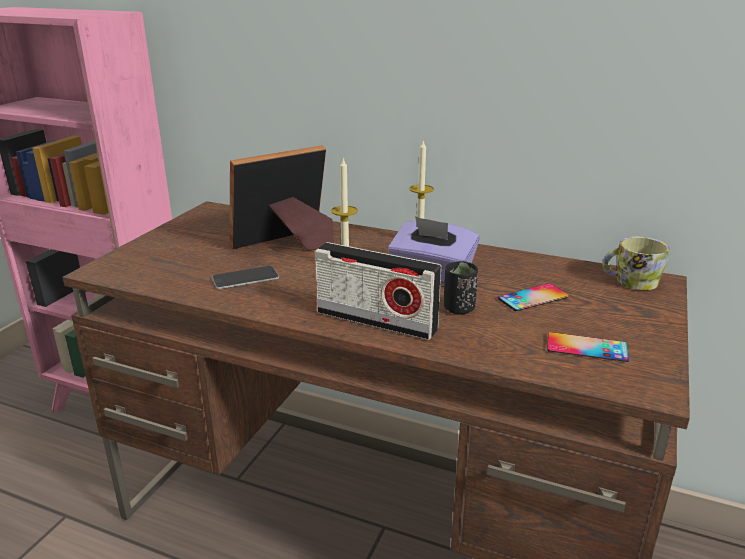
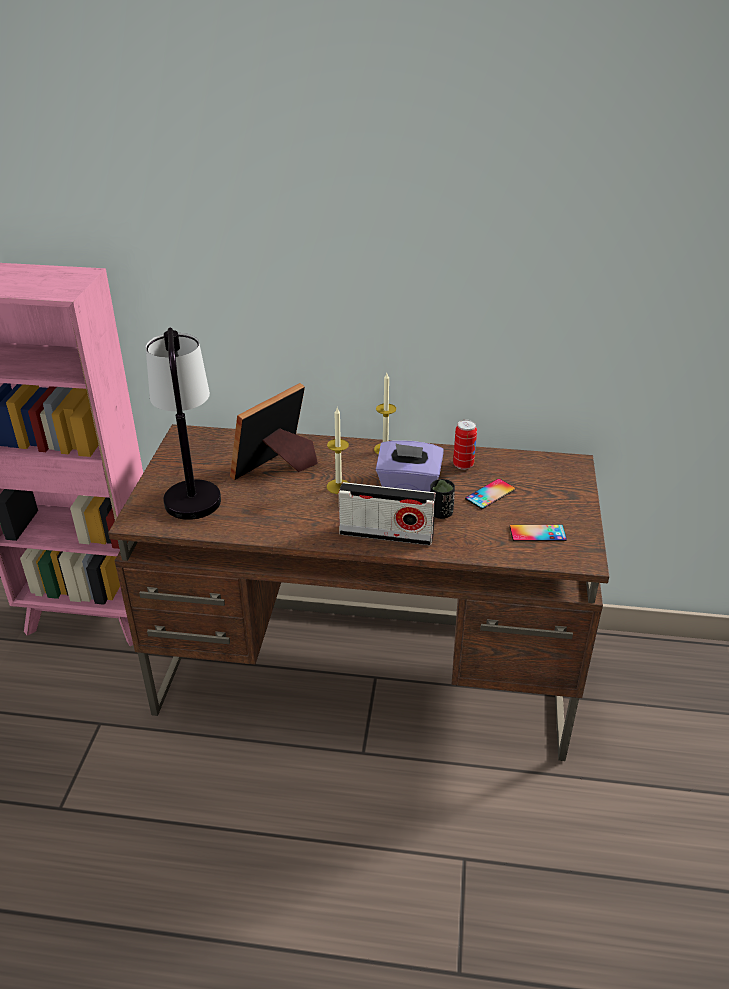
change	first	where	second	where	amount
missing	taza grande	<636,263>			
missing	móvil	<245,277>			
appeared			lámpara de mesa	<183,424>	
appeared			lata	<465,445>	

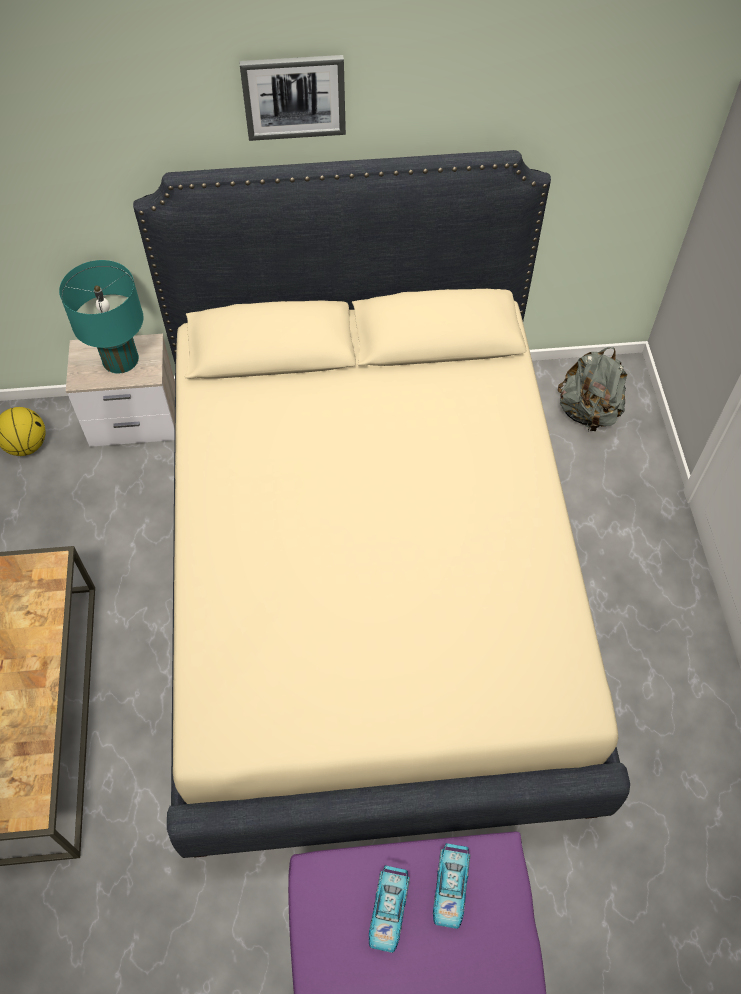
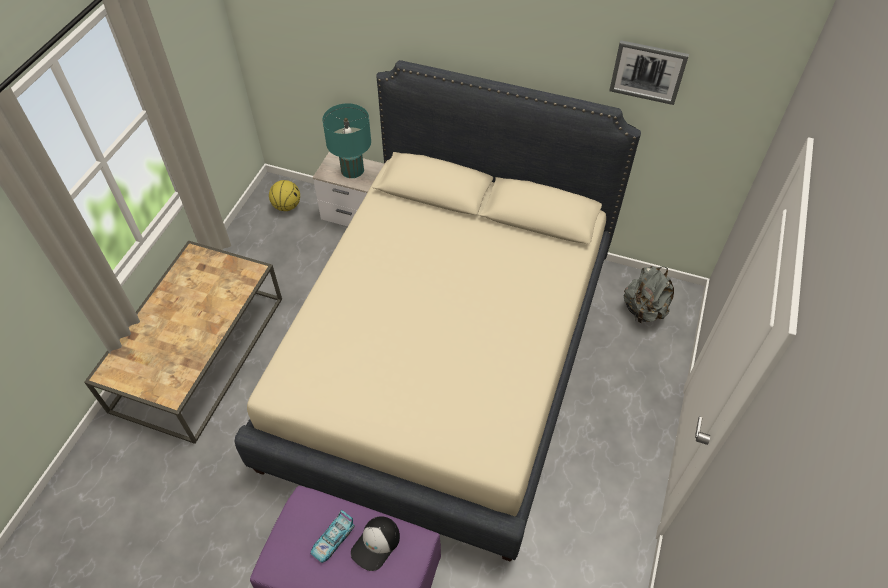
change	first	where	second	where	amount
relocated	cuadro	<293,98>		<649,72>	
exchanged	coche de juguete	<451,886>	gorra	<375,543>	

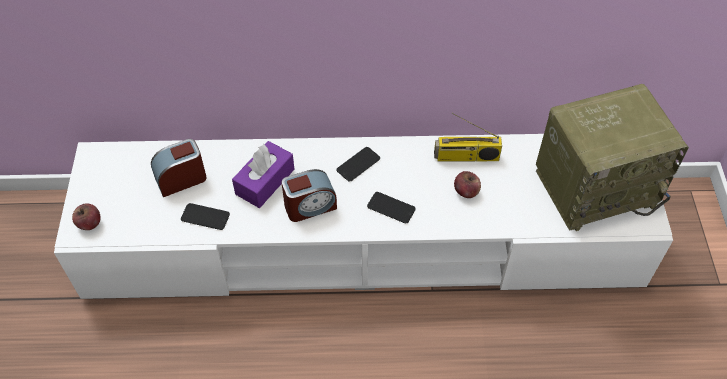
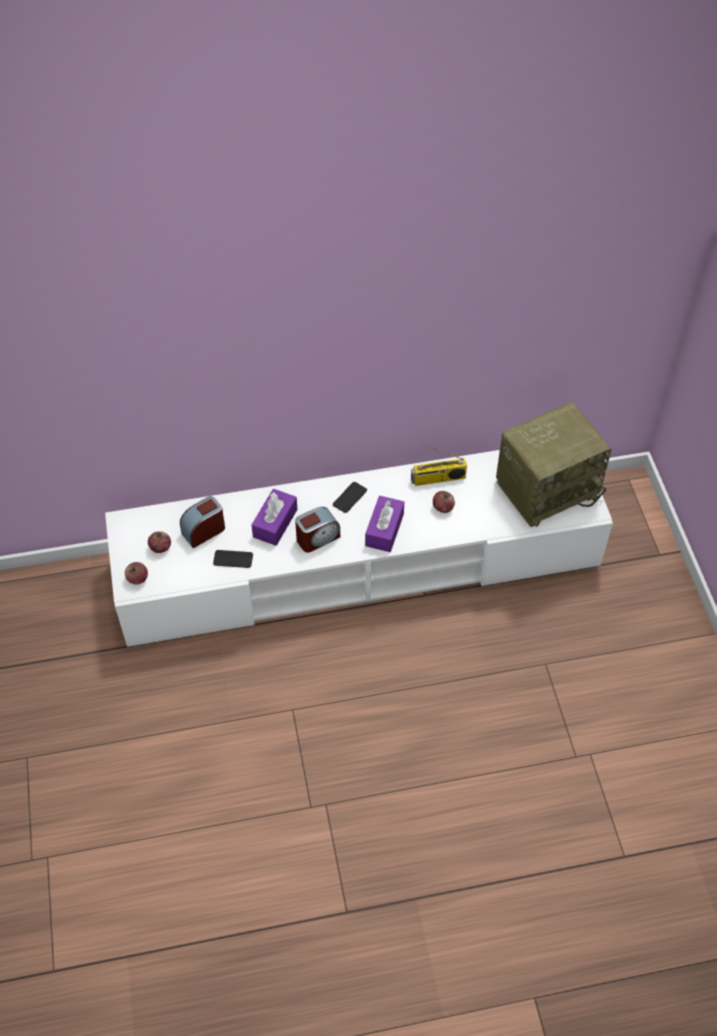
change	first	where	second	where	amount
exchanged	móvil	<391,207>	caja de pañuelos [morado]	<384,524>	
appeared			manzana	<159,542>	

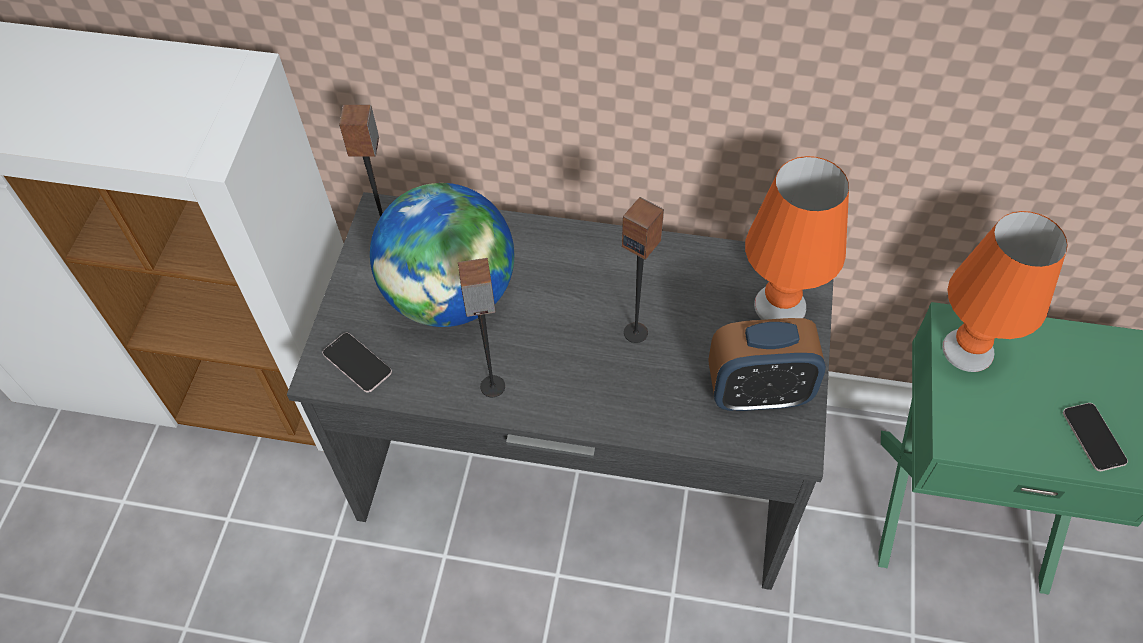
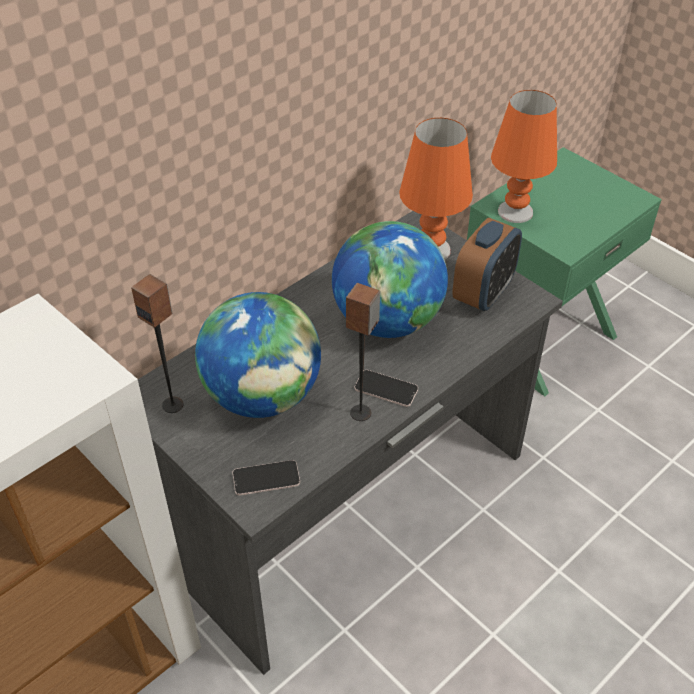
change	first	where	second	where	amount
exchanged	altavoz	<643,270>	globo terráqueo	<390,279>	
relocated	móvil	<1095,437>		<386,388>	

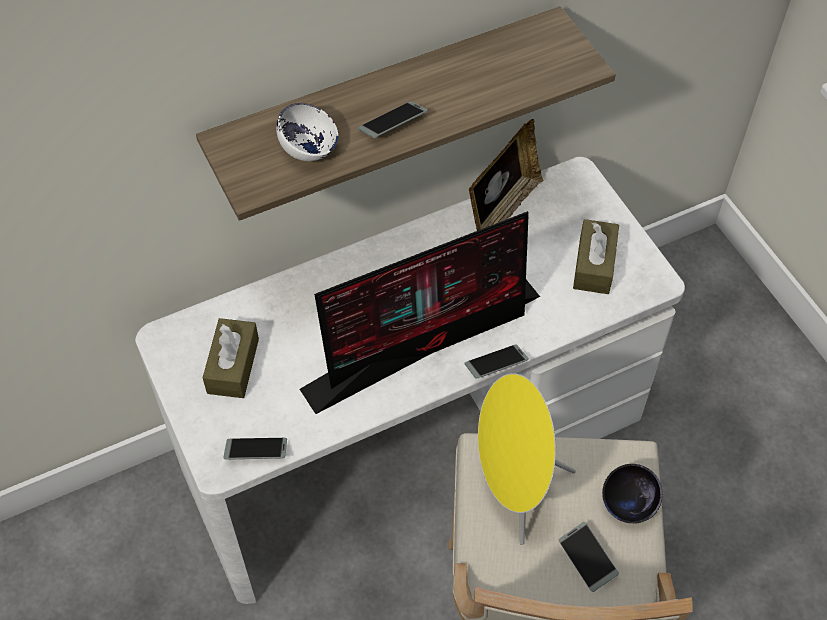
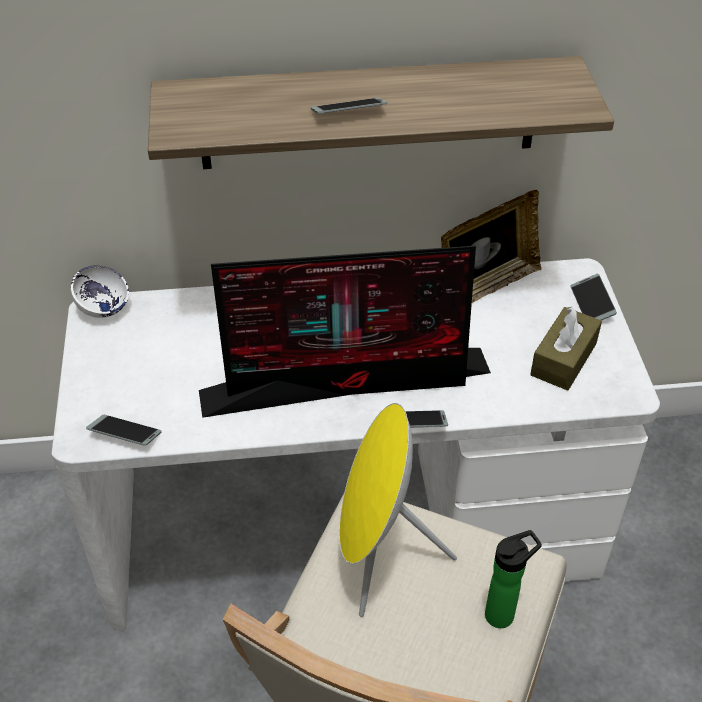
change	first	where	second	where	amount
relocated	cuenco [blanco]	<307,132>		<100,291>	
missing	caja de pañuelos [marrón]	<231,358>			
exchanged	cuenco [negro]	<632,494>	botella	<513,579>	
relocated	móvil	<589,557>		<594,297>	

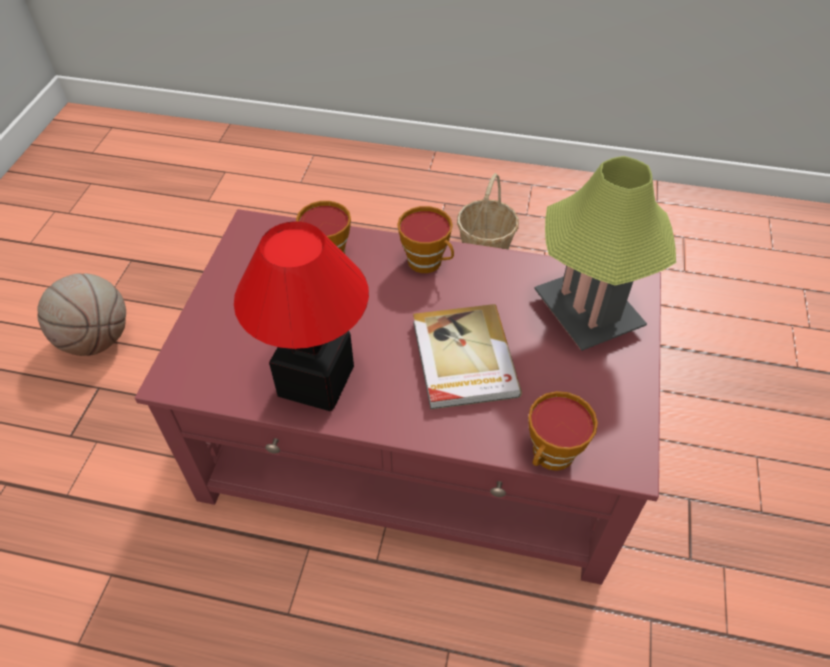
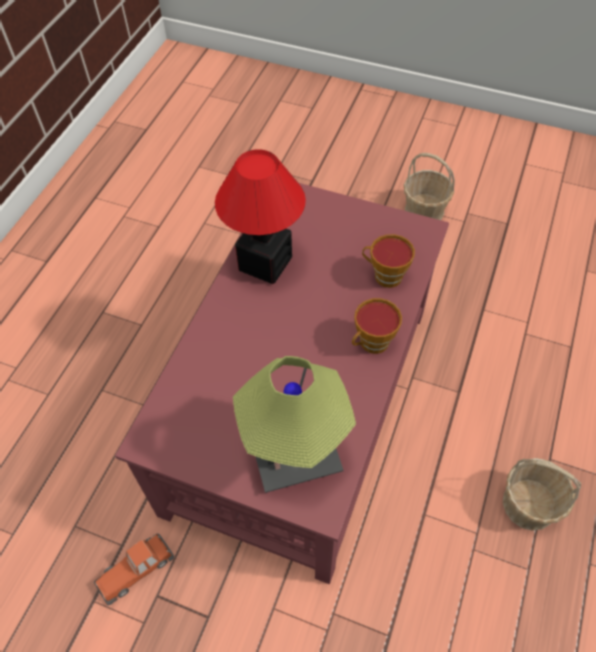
change	first	where	second	where	amount
exchanged	balón de baloncesto	<81,314>	cesta	<429,186>	
missing	libro	<467,356>			
missing	taza	<563,431>			
appeared			coche de juguete	<134,569>	

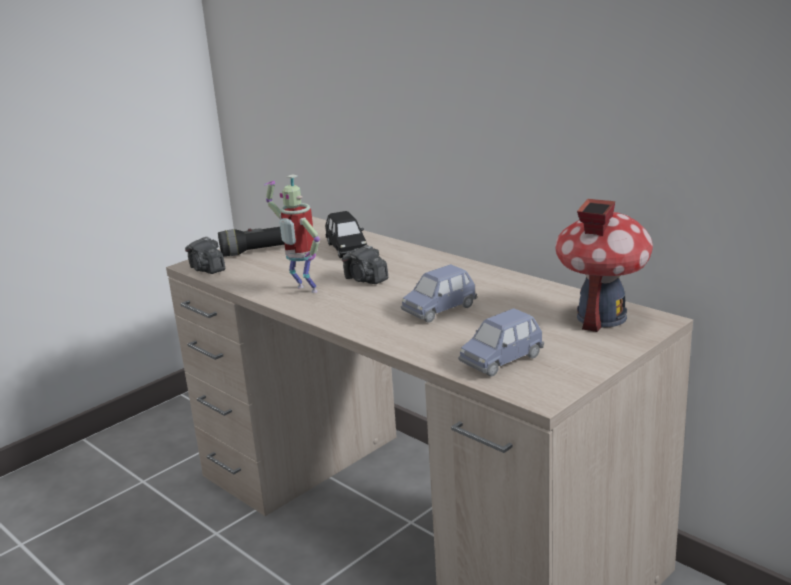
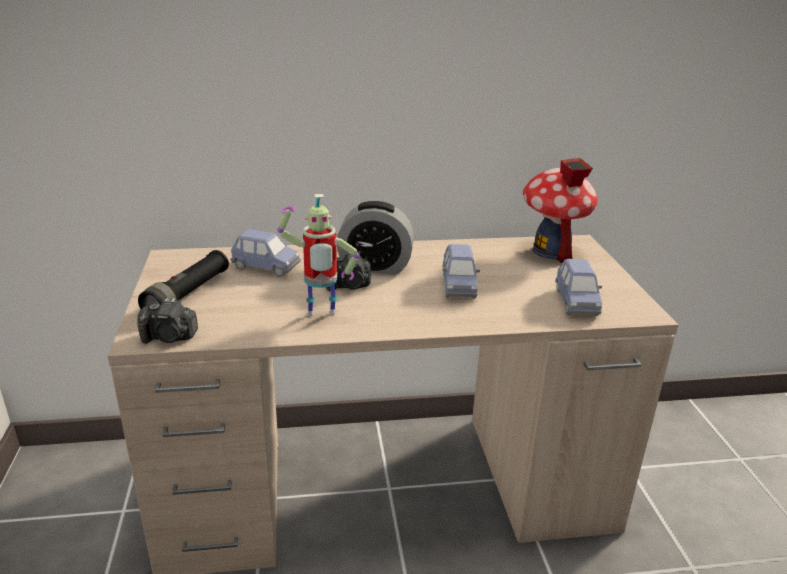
change	first	where	second	where	amount
colour	coche de juguete [negro]	<346,234>	coche de juguete [azul]	<265,253>	
appeared			despertador	<375,238>	

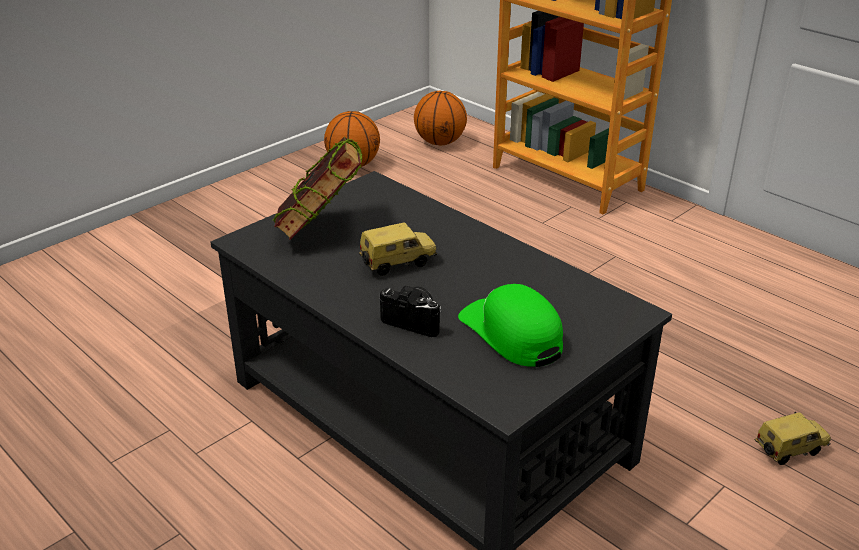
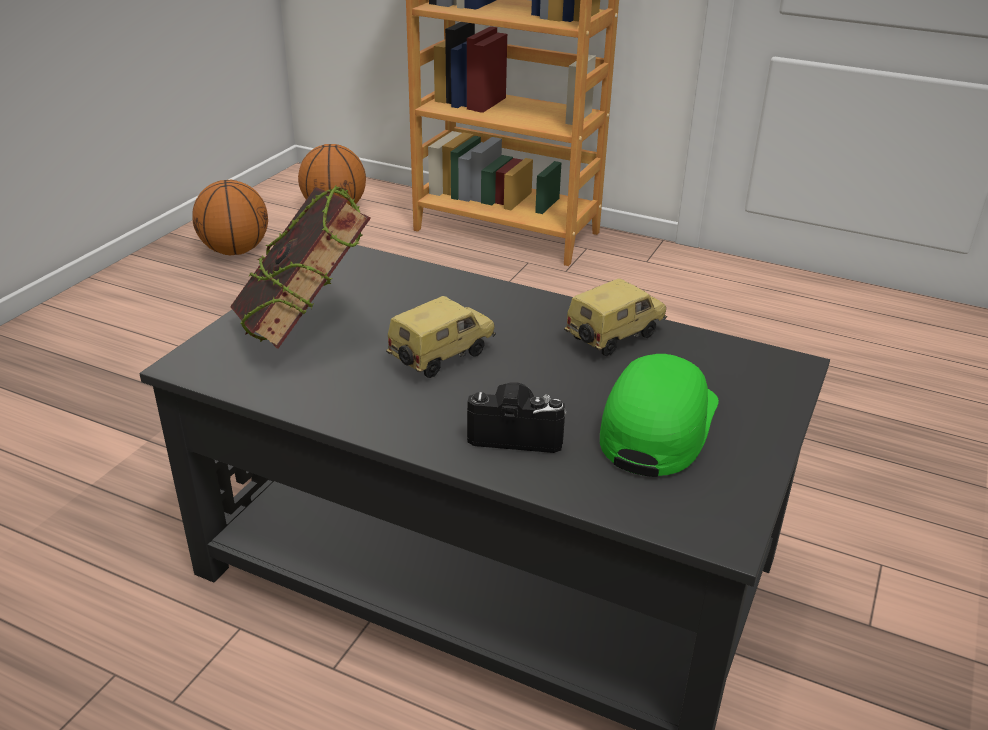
change	first	where	second	where	amount
spun	gorra [verde]	<510,325>		<659,415>	75 degrees clockwise
relocated	coche de juguete	<793,438>		<615,317>	

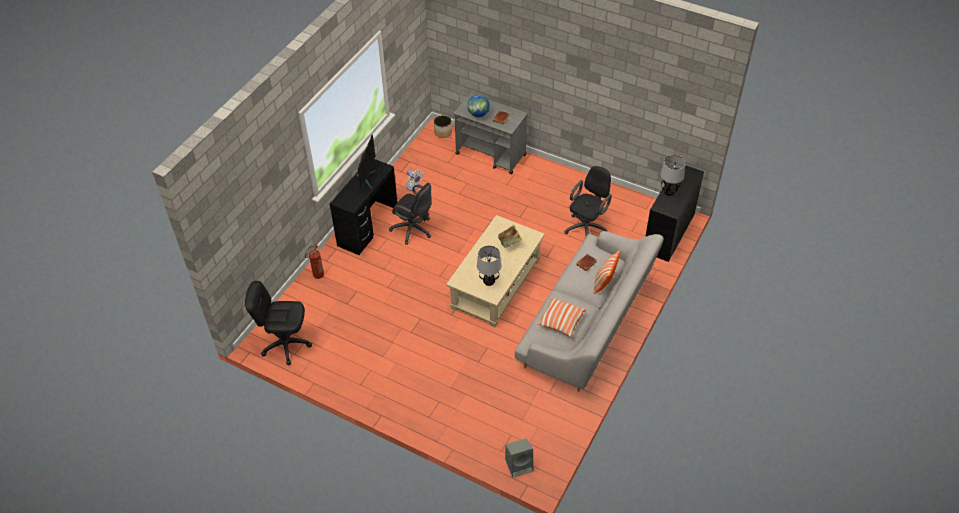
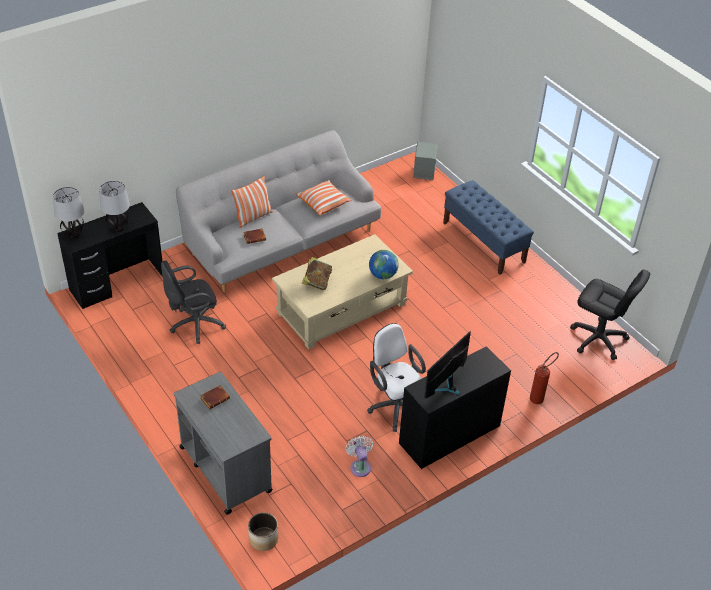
change	first	where	second	where	amount
relocated	globo terráqueo	<478,106>		<384,264>	
colour	silla de oficina [negro]	<410,214>	silla de oficina [blanco]	<396,377>	
relocated	lámpara de mesa	<489,266>		<68,213>	
appeared			banco [azul]	<488,227>	

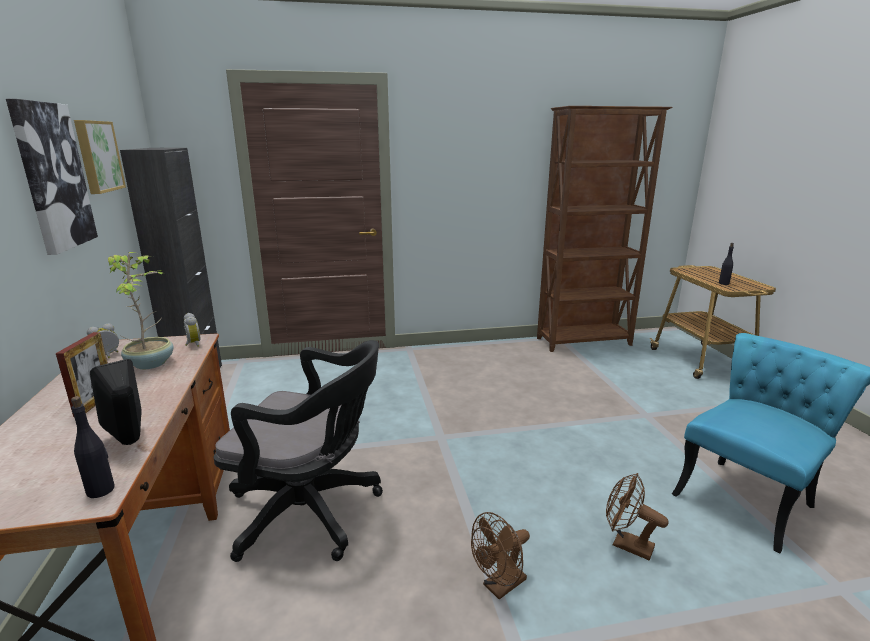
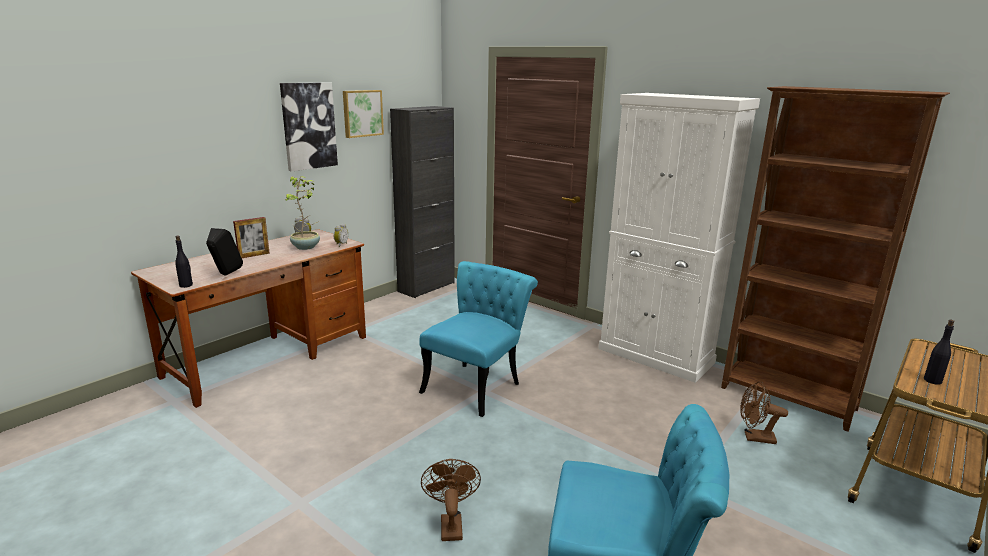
change	first	where	second	where	amount
missing	silla de oficina [negro]	<298,451>			
relocated	ventilador [marrón]	<500,556>		<764,412>	
appeared			armario [blanco]	<679,238>	
appeared			silla [turquesa]	<478,339>	

